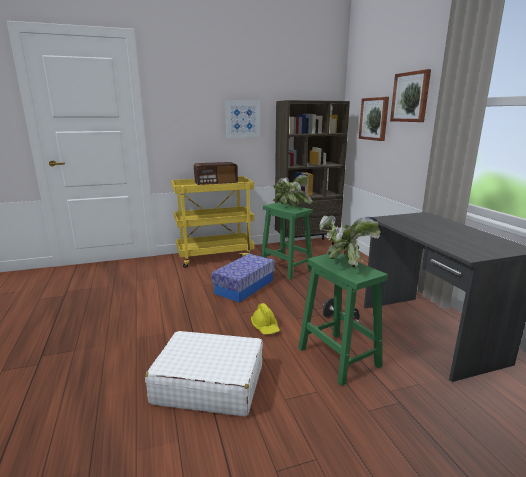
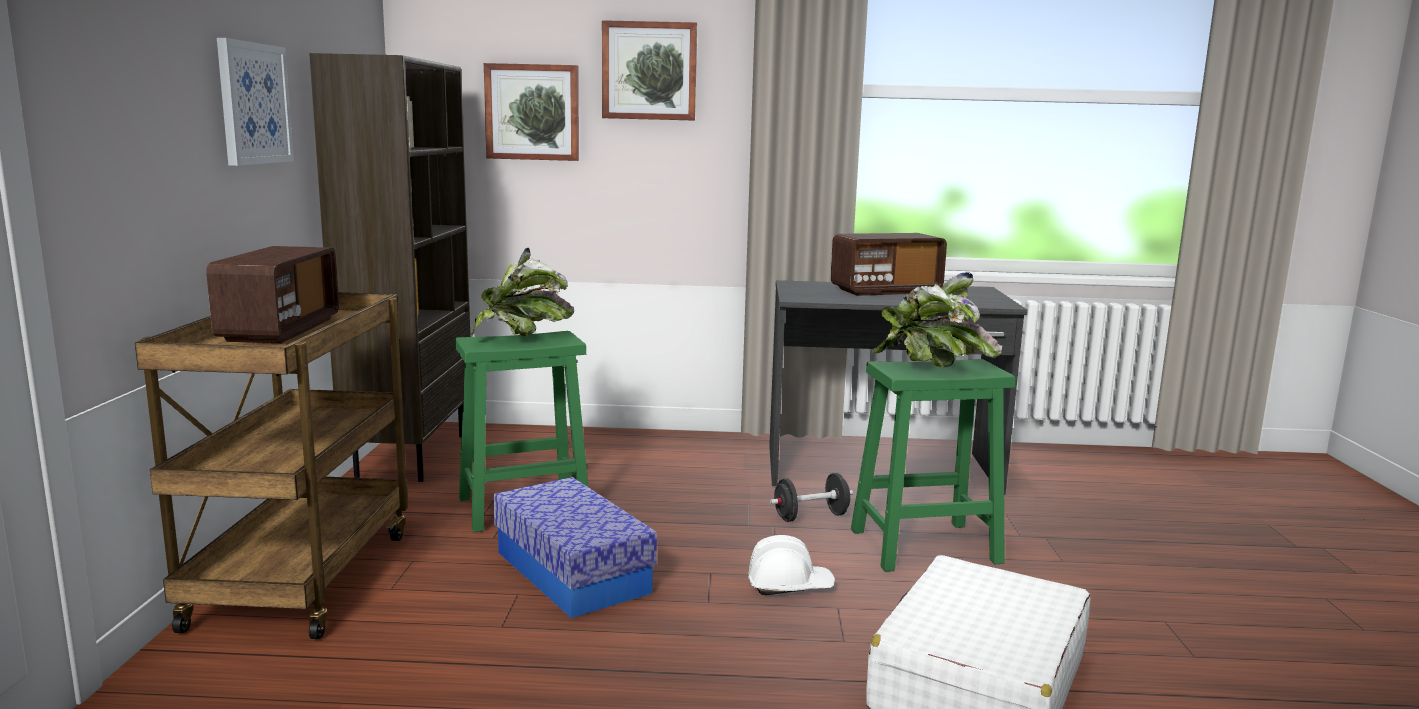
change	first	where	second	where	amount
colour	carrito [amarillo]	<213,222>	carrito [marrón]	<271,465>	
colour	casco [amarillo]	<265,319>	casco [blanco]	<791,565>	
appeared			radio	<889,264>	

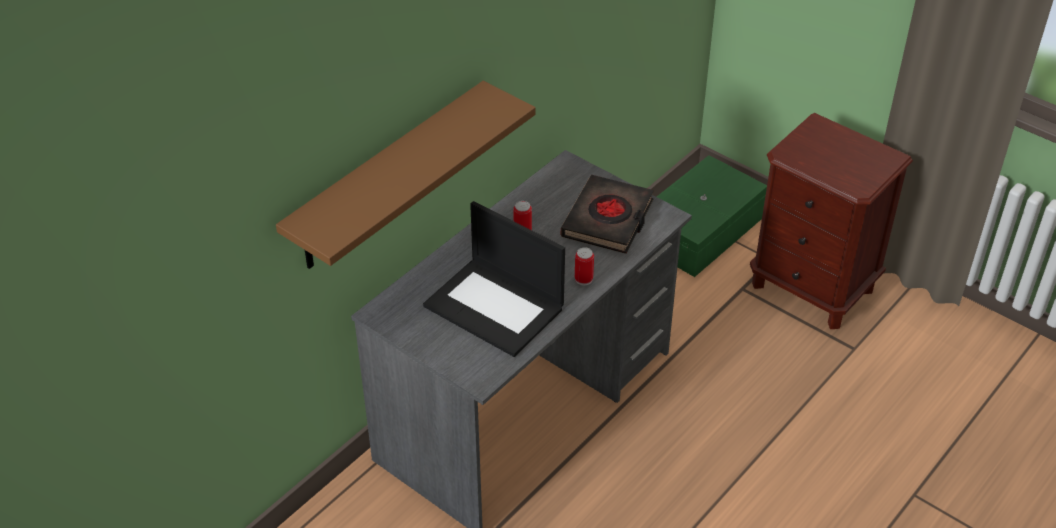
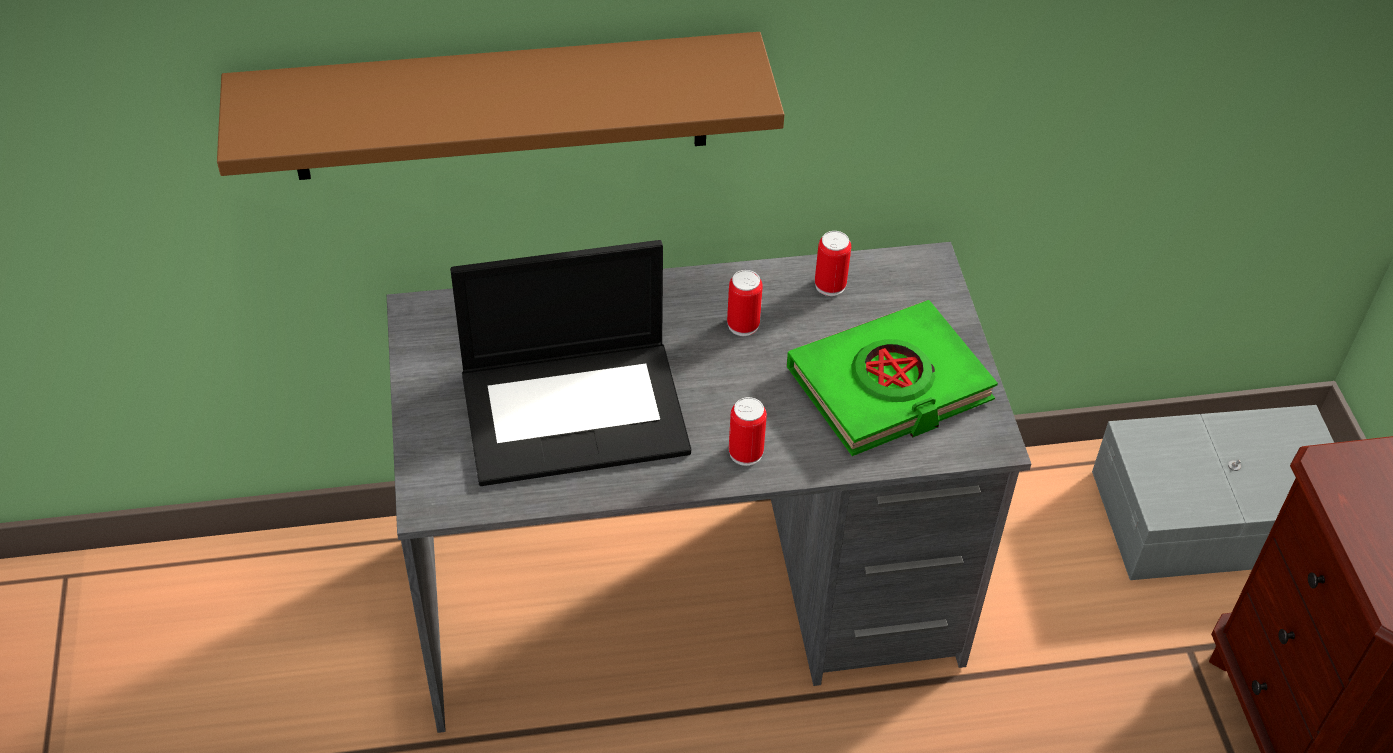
change	first	where	second	where	amount
colour	caja de almacenaje [verde]	<712,216>	caja de almacenaje [gris]	<1213,492>	
colour	libro [negro]	<607,214>	libro [verde]	<892,378>	
spun	portátil	<494,279>		<570,363>	90 degrees counterclockwise
appeared			lata	<833,263>	

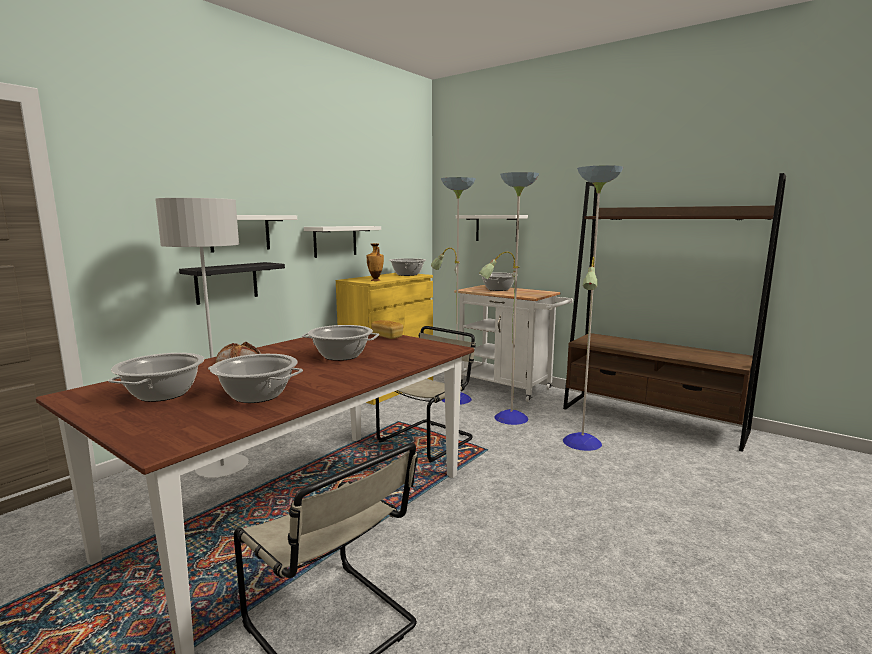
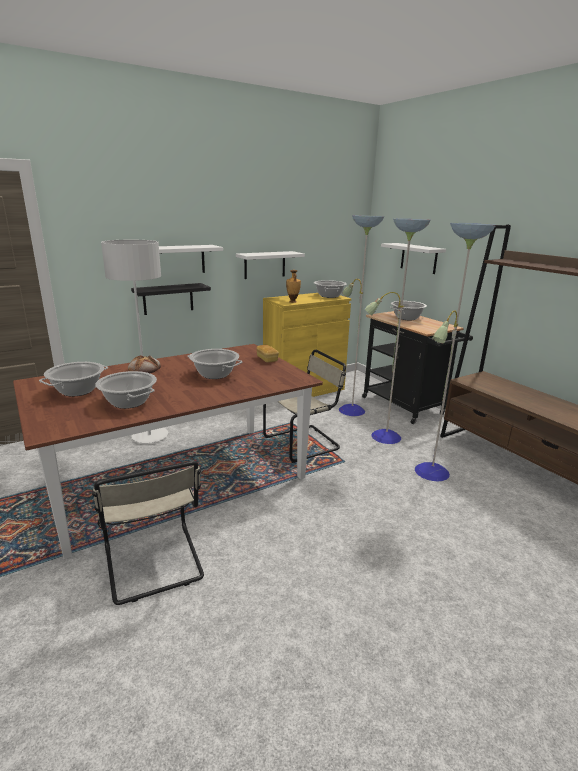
change	first	where	second	where	amount
colour	carrito [blanco]	<513,343>	carrito [negro]	<417,367>	

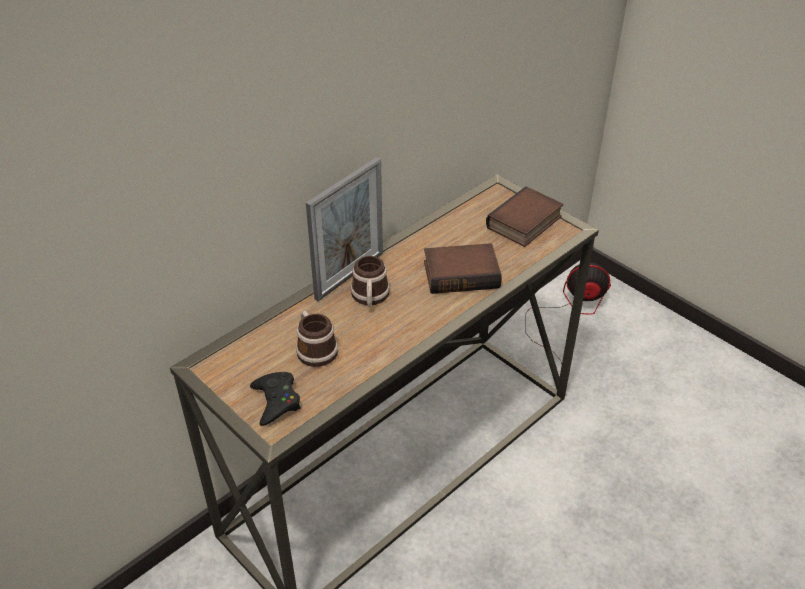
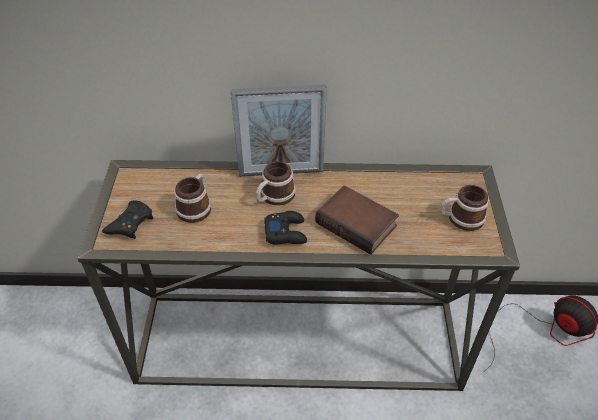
change	first	where	second	where	amount
exchanged	libro	<524,216>	taza grande	<464,208>	
appeared			mando de consola [negro]	<285,227>	

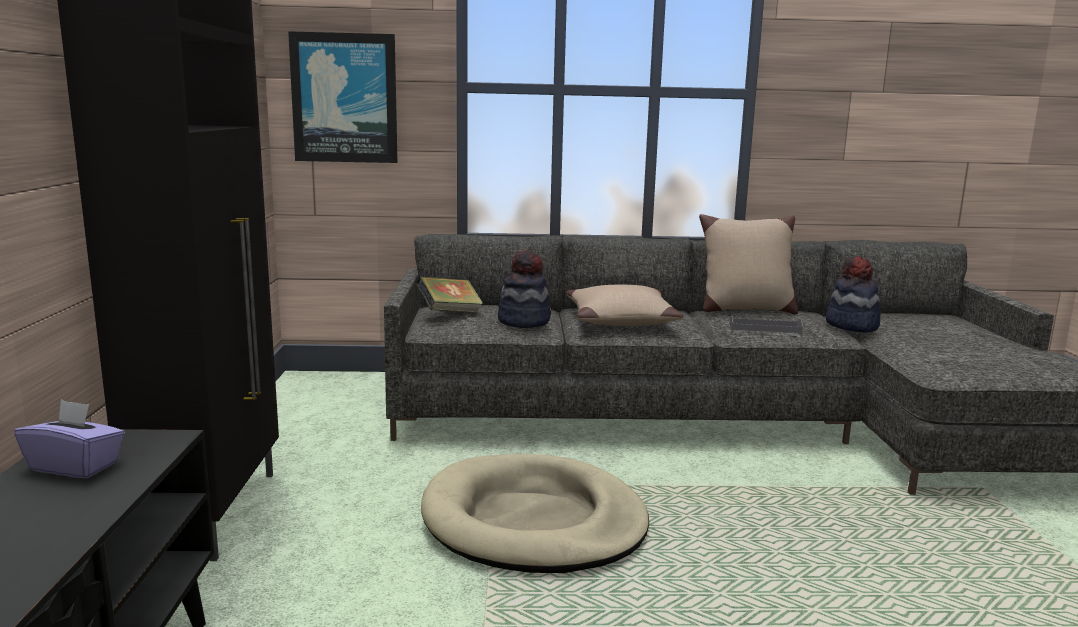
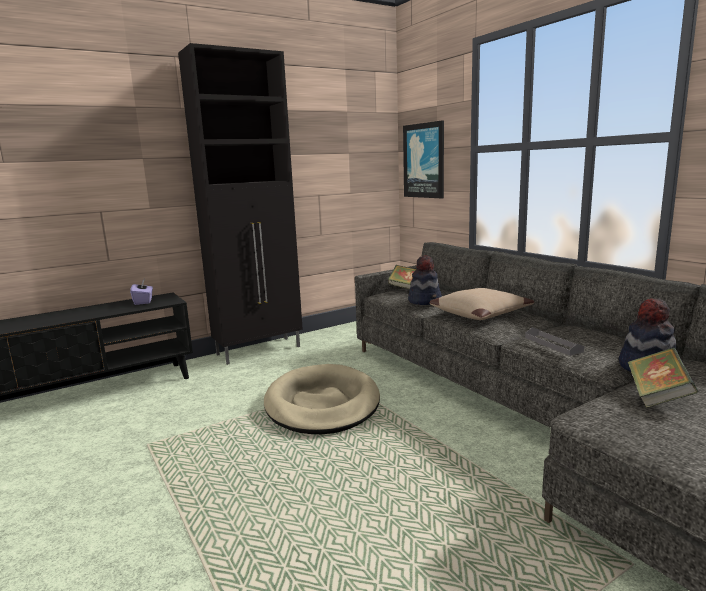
change	first	where	second	where	amount
missing	cojín [beis]	<748,264>			
appeared			libro	<663,378>	

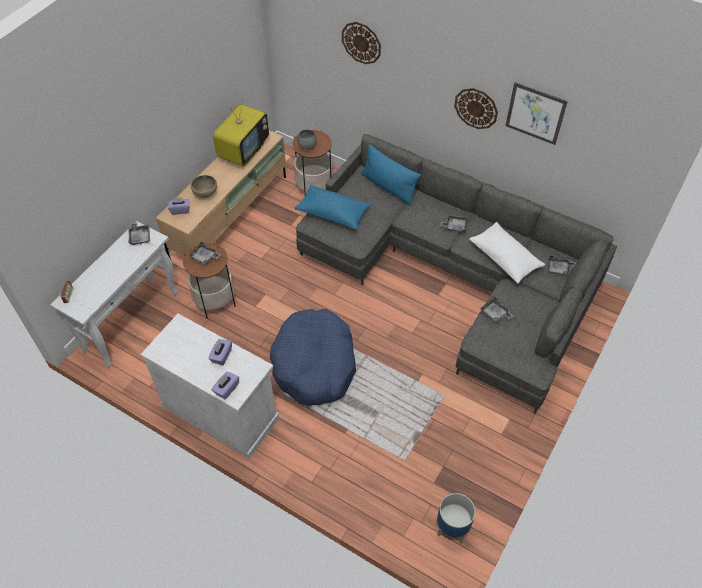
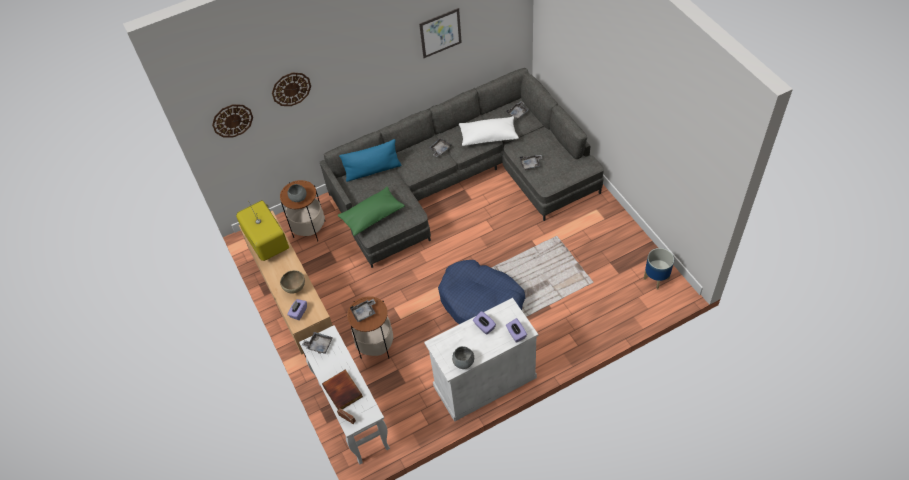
change	first	where	second	where	amount
relocated	reloj de pared	<476,108>		<232,120>	
colour	cojín [azul]	<333,207>	cojín [verde]	<371,211>	
appeared			cuenco [gris]	<463,357>	
appeared			libro	<342,389>	

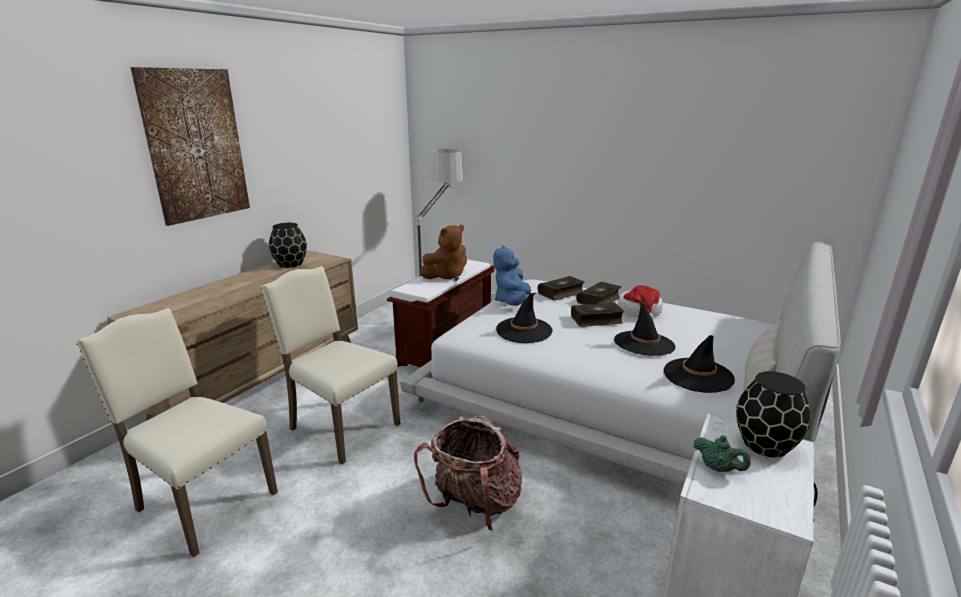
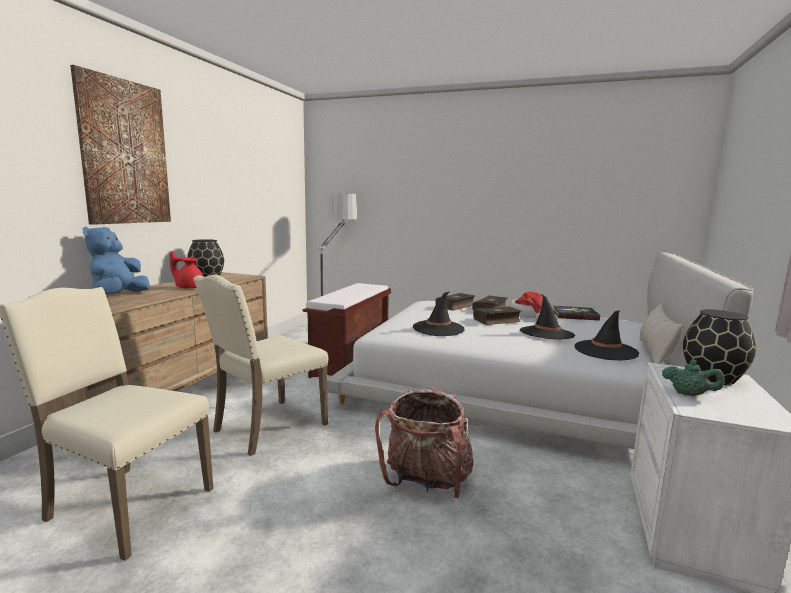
change	first	where	second	where	amount
missing	peluche [marrón]	<444,253>			
relocated	peluche [azul]	<512,275>		<116,261>	
spun	silla [beis]	<331,365>		<261,365>	75 degrees counterclockwise
appeared			tetera [rojo]	<186,270>	
appeared			libro	<576,313>	

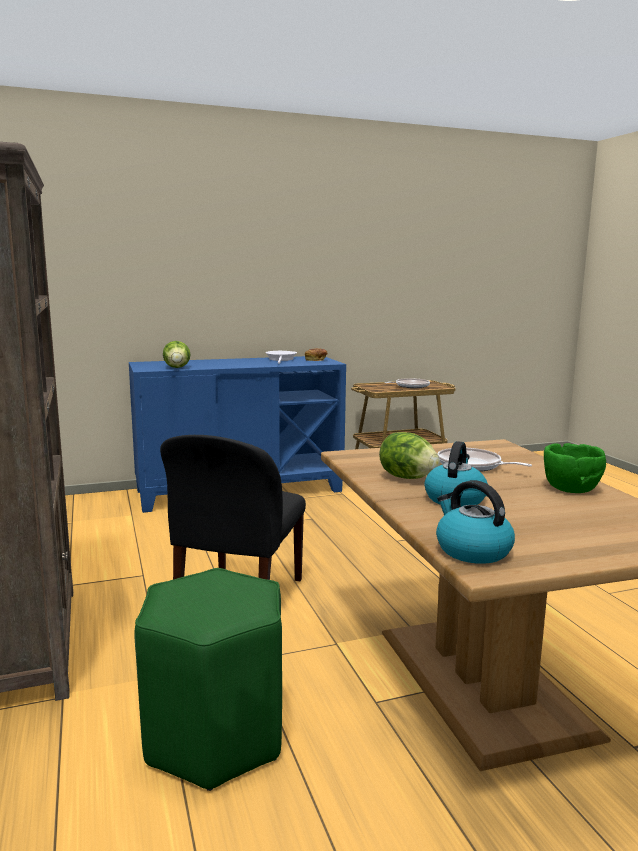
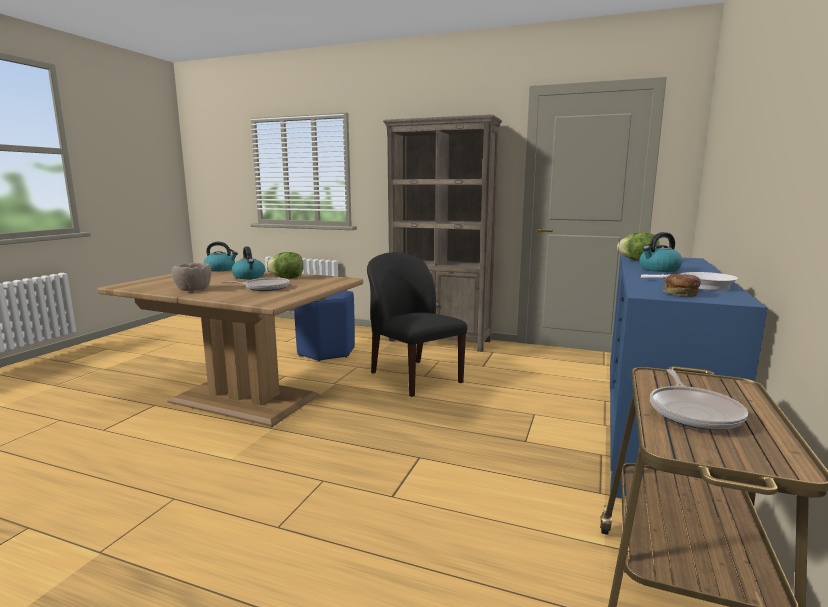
change	first	where	second	where	amount
colour	cuenco [verde]	<575,468>	cuenco [marrón]	<191,277>	
colour	taburete [verde]	<208,679>	taburete [azul]	<324,326>	
appeared			hervidor	<661,252>	

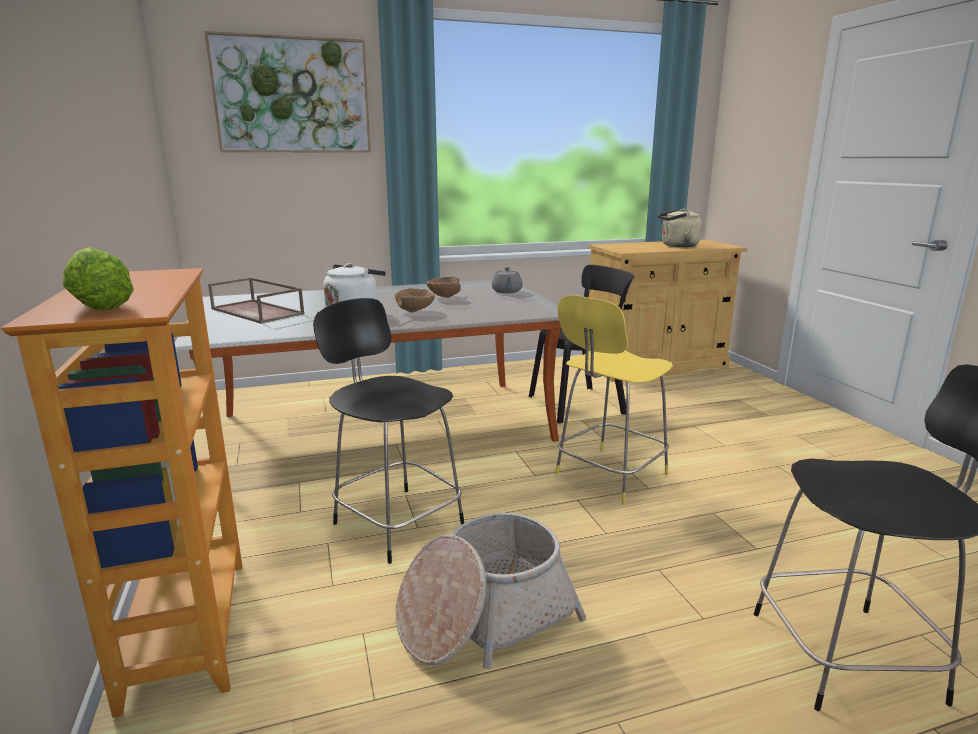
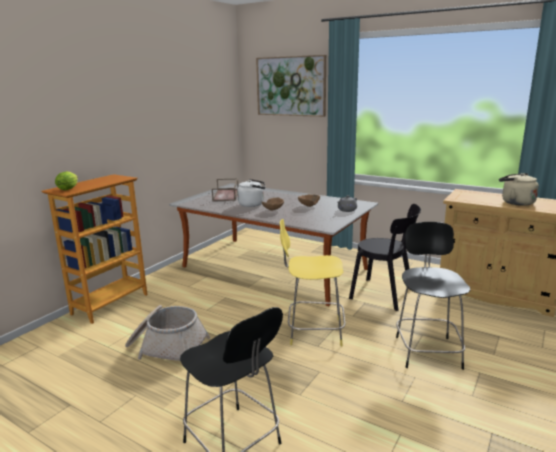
change	first	where	second	where	amount
relocated	taburete [negro]	<388,431>		<433,296>	

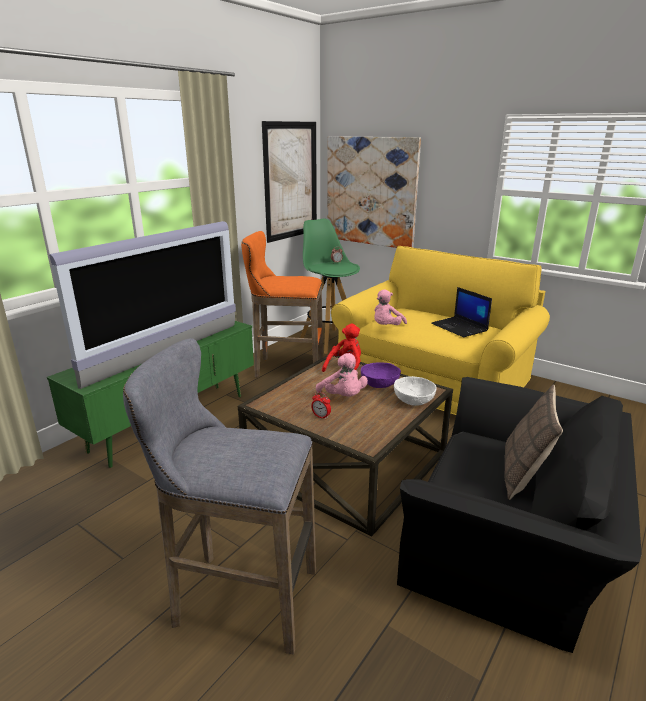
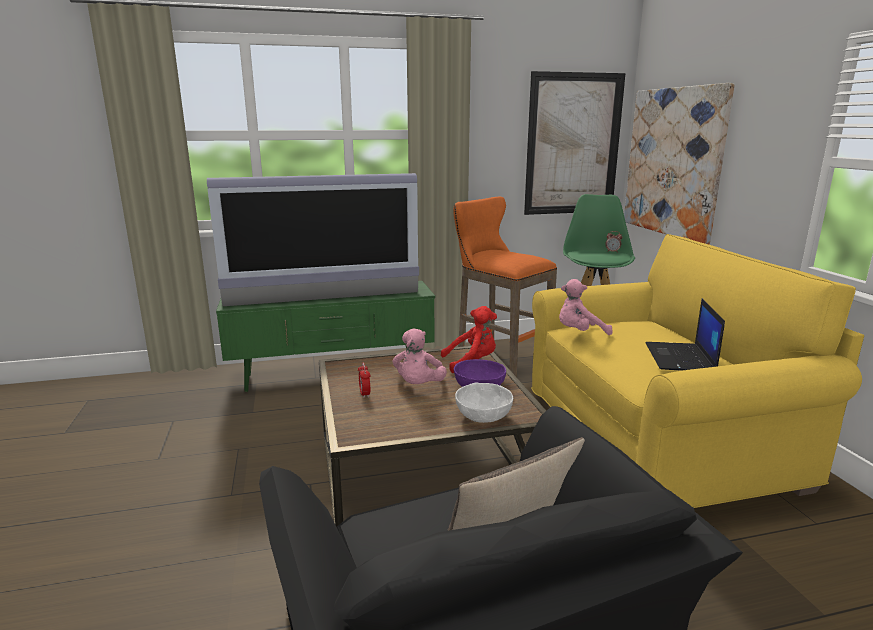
change	first	where	second	where	amount
missing	taburete [gris]	<219,496>			

